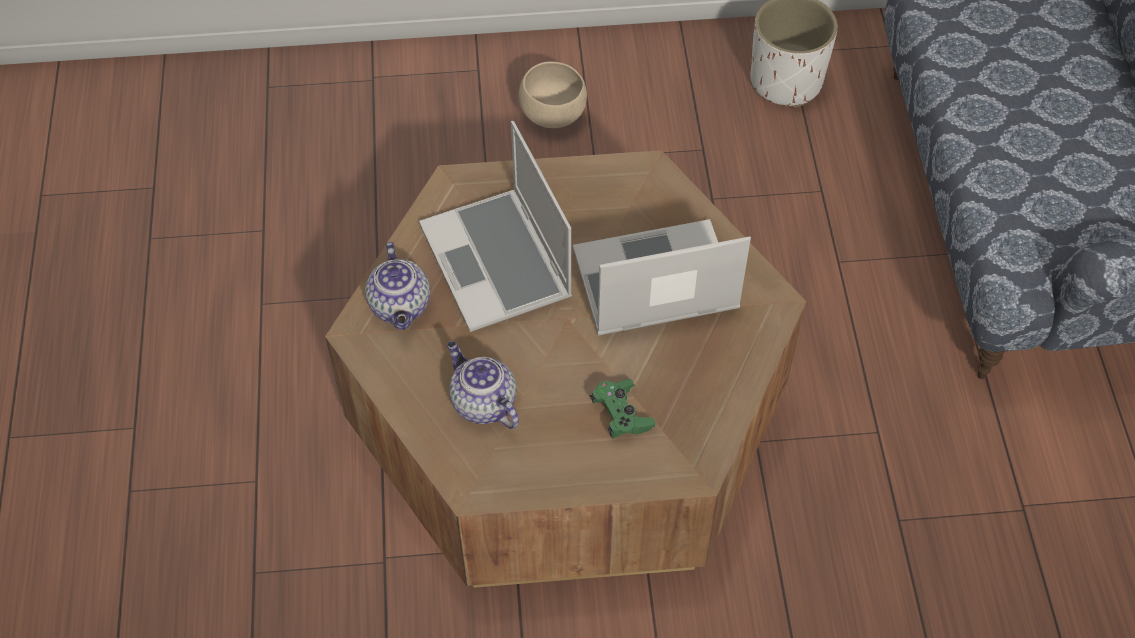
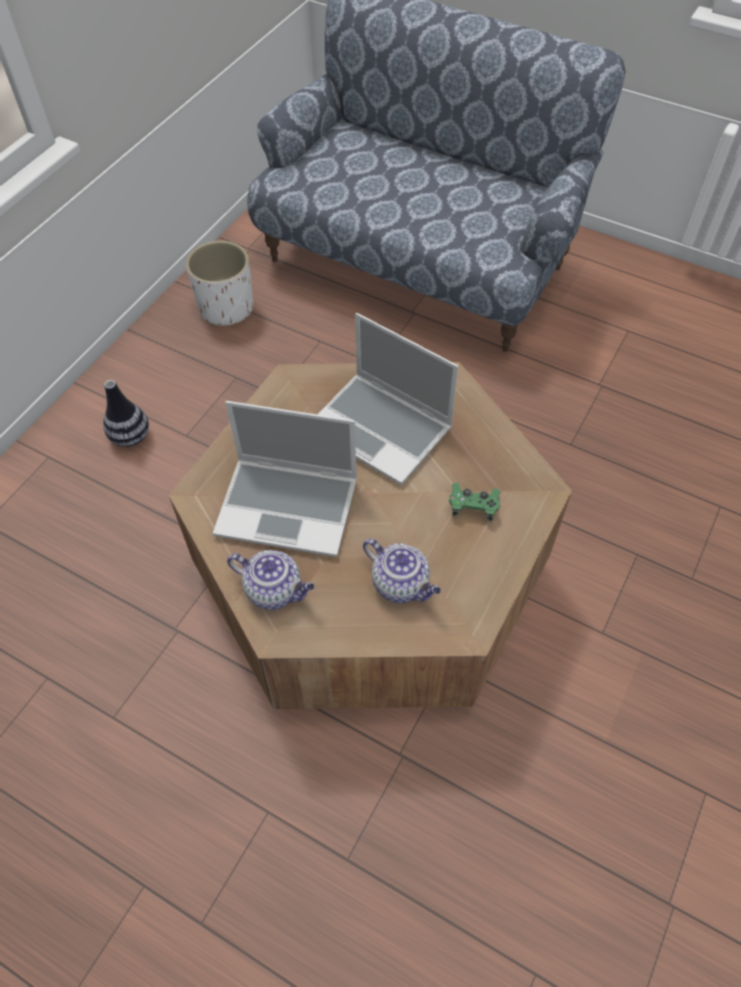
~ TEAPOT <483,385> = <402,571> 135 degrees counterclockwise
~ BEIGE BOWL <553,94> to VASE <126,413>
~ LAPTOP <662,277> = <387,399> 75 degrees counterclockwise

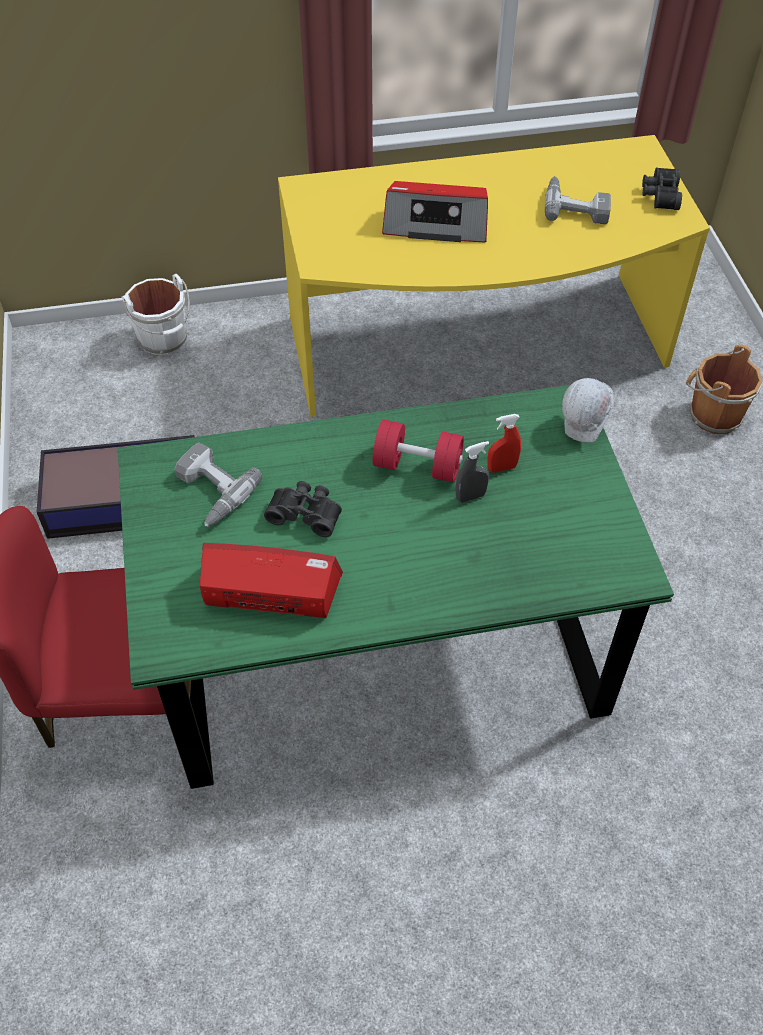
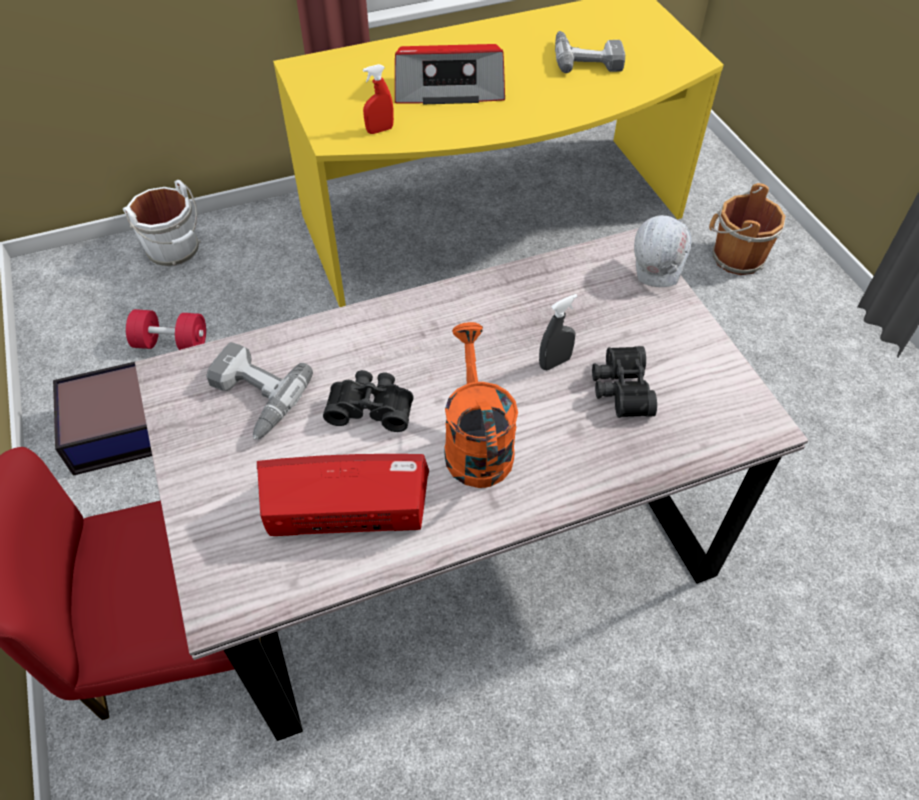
~ GREEN DINING TABLE <396,587> to GREY DINING TABLE <471,484>
~ RED DUMBBELL <418,451> to <166,329>
~ RED SPRAY BOTTLE <504,443> to <378,99>
~ BLACK BINOCULARS <662,188> to <624,382>
+ ORANGE WATERING CAN <481,405>

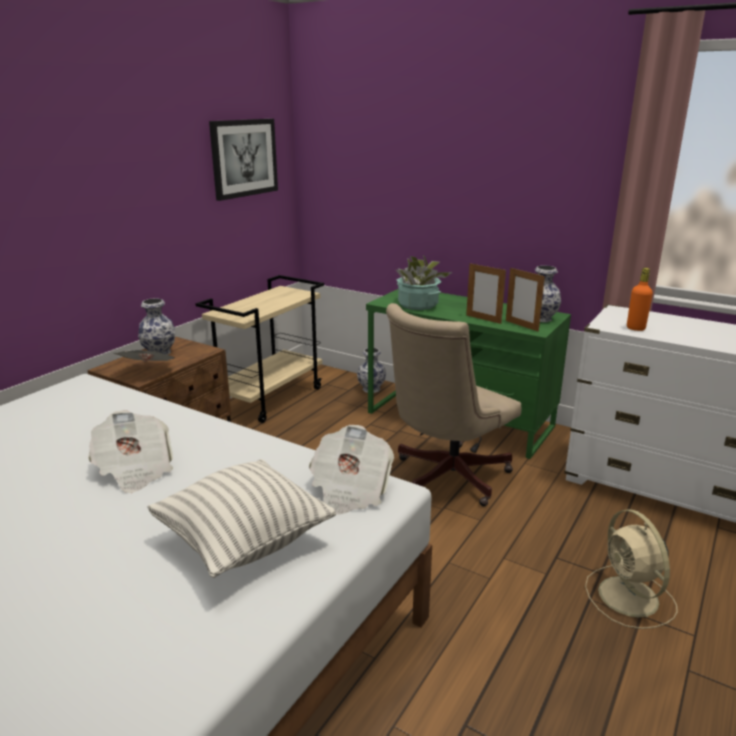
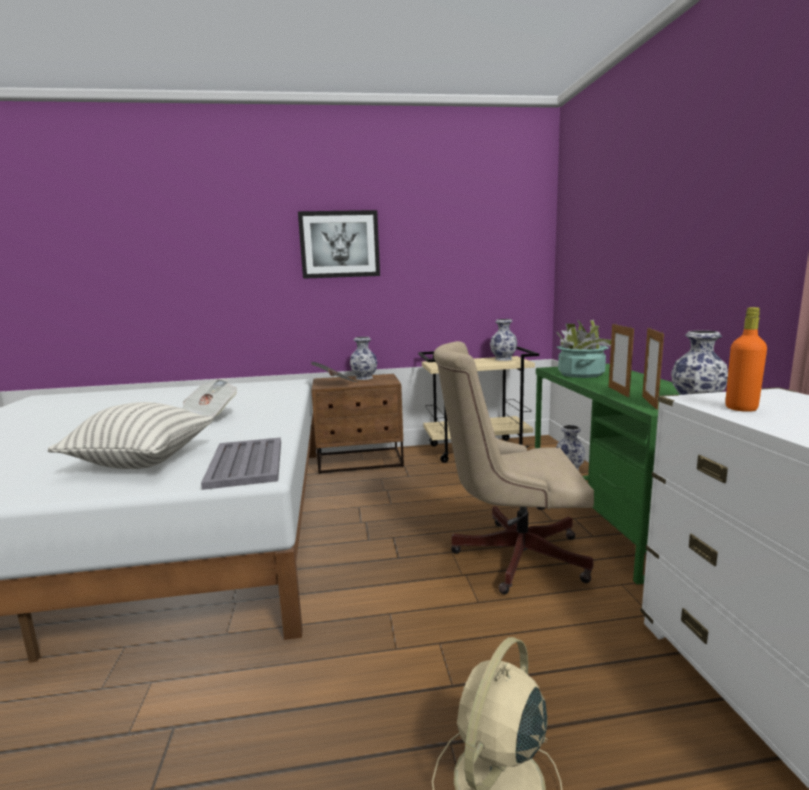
~ PICTURE <243,160> to <339,244>
~ NEWSPAPER <351,470> to GREY TRAY <241,463>
+ VASE <504,340>

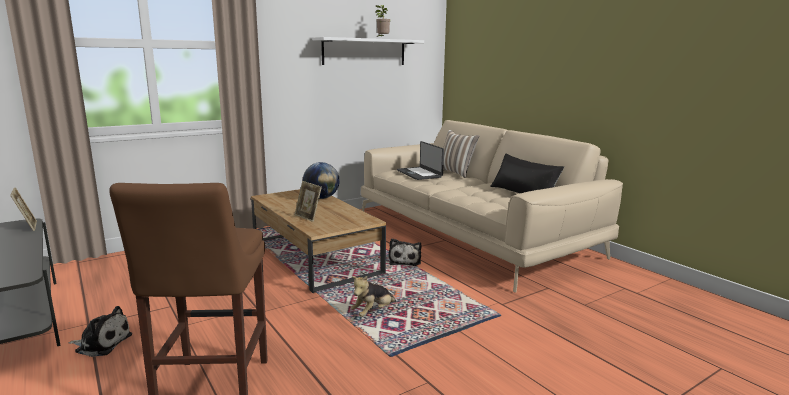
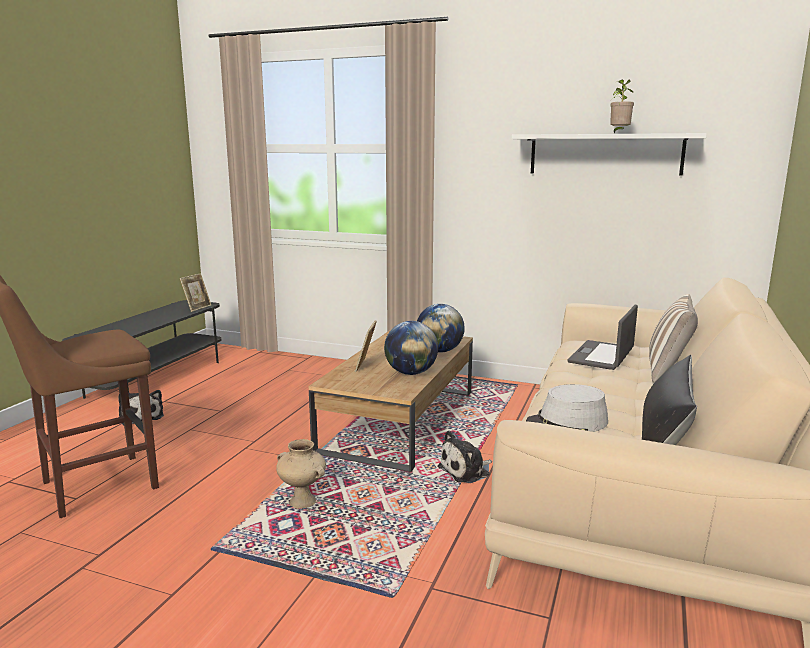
~ PLUSH TOY <373,296> to BEIGE VASE <301,473>
+ GLOBE <411,348>
+ GREY HAT <567,408>

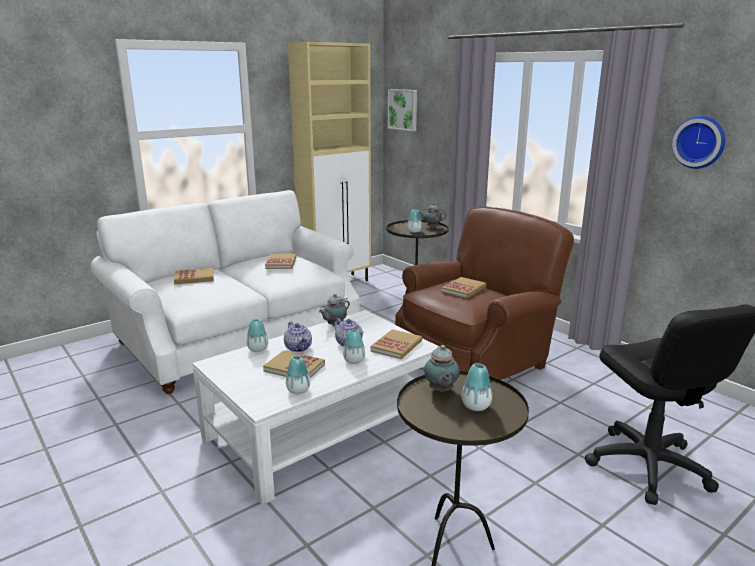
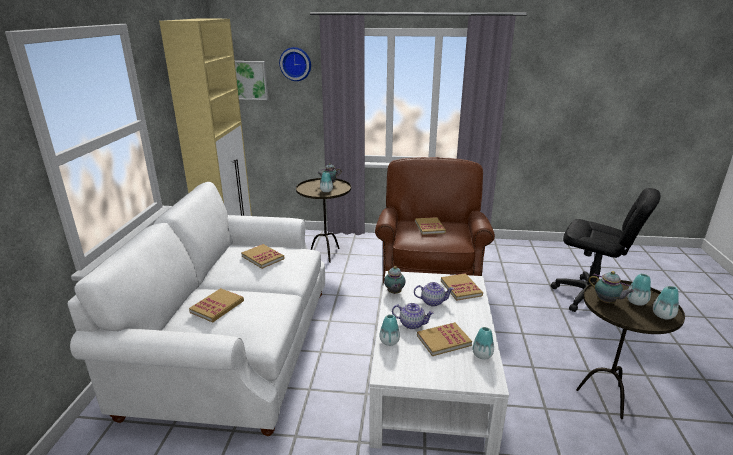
~ VASE <354,346> to <666,302>
~ WALL CLOCK <699,142> to <295,64>

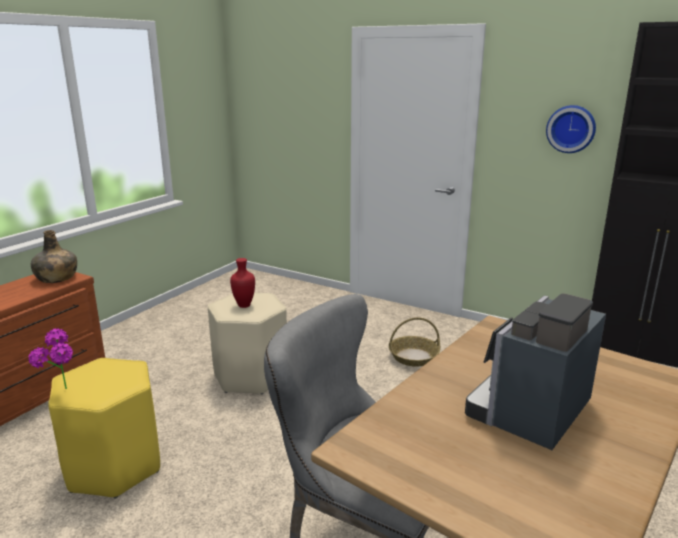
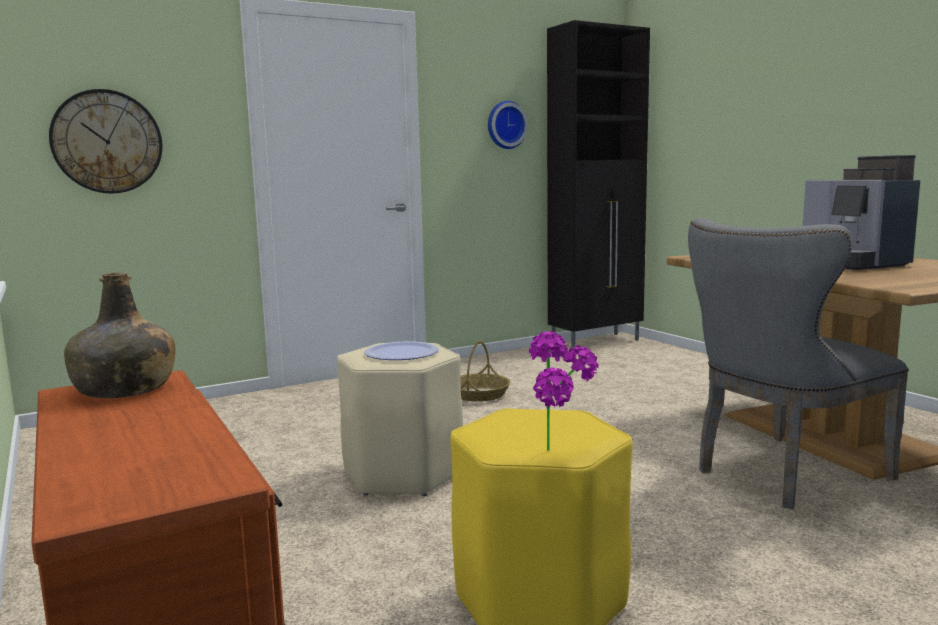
~ RED VASE <242,283> to PLATE <401,350>
+ WALL CLOCK <105,141>

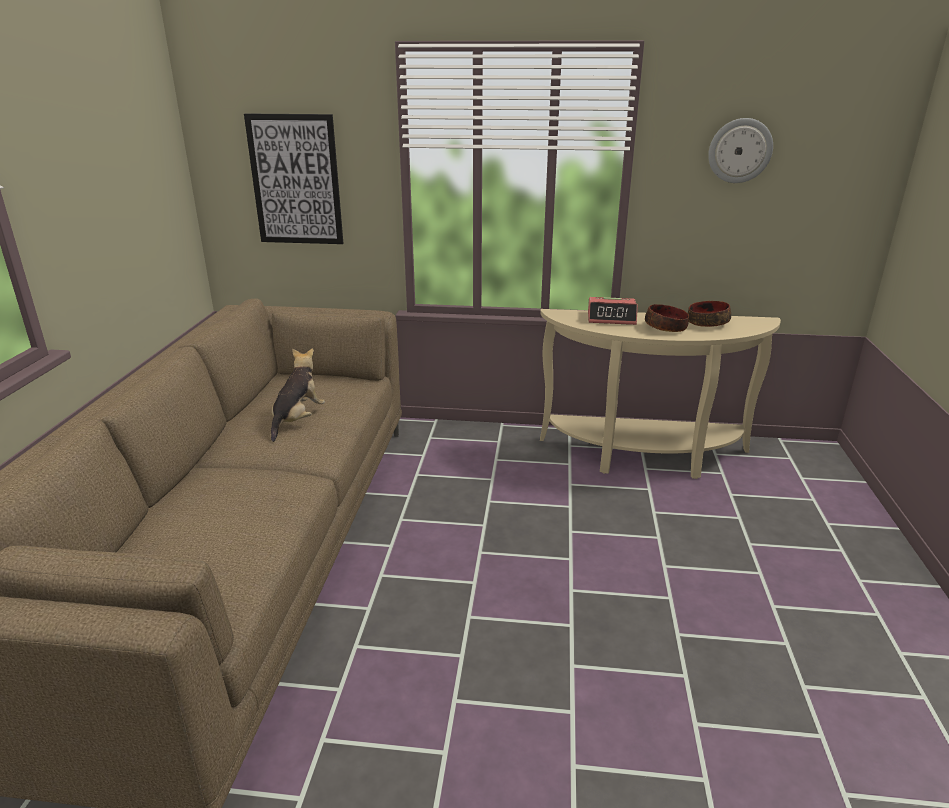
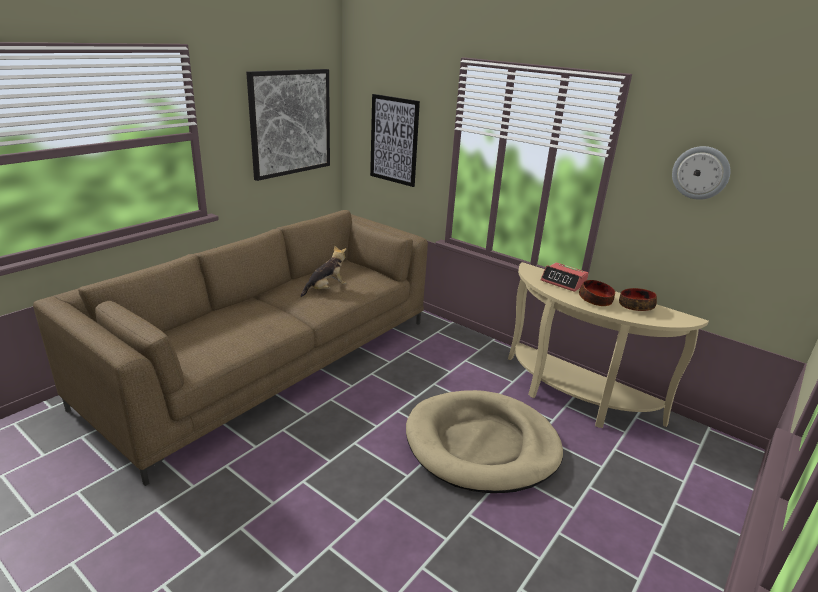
+ PICTURE <288,125>
+ BEIGE DOG BED <484,441>

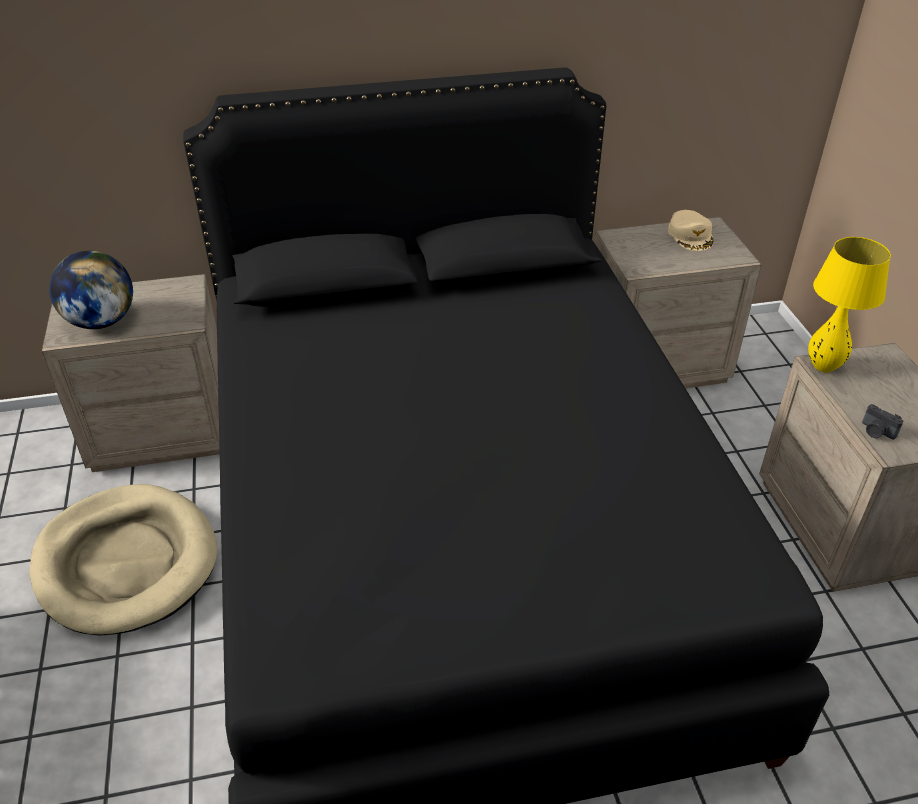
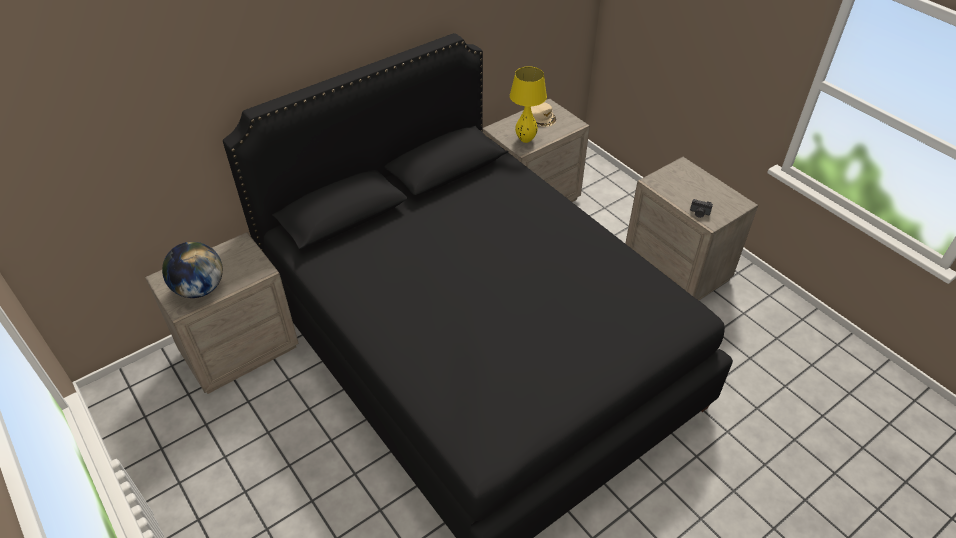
- BEIGE DOG BED <123,559>
~ YELLOW TABLE LAMP <849,304> to <528,104>

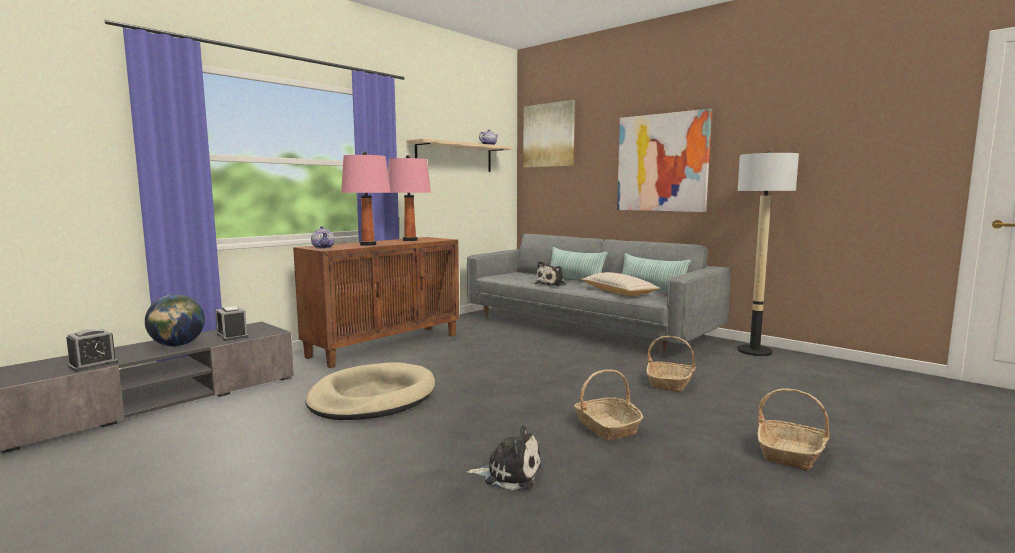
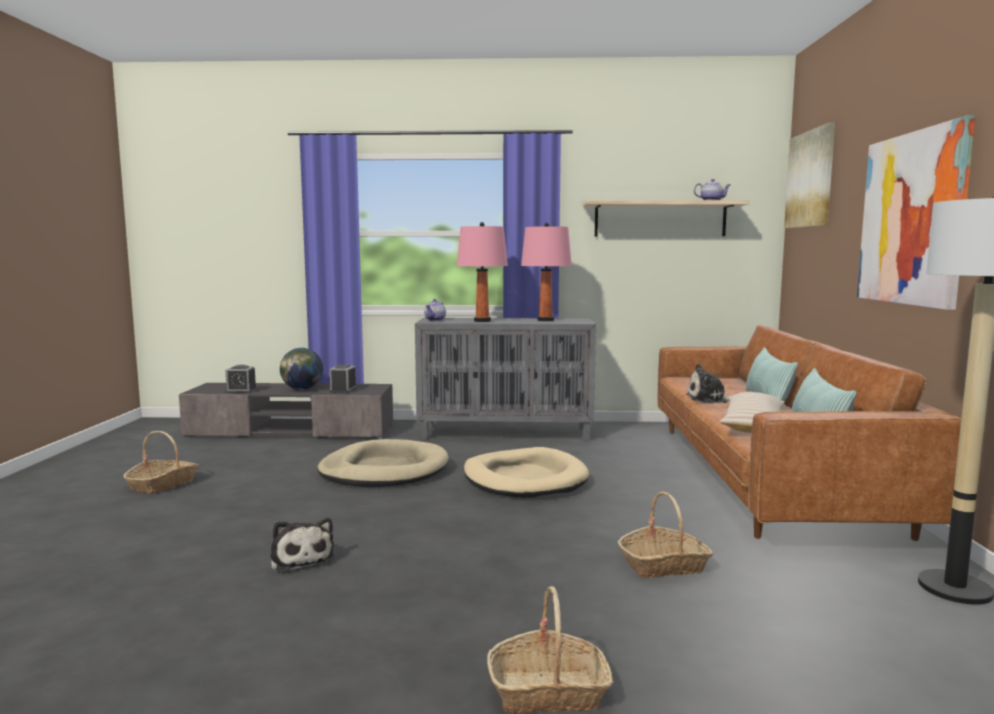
~ BROWN CABINET <376,302> to GREY CABINET <505,379>
~ GREY SOFA <599,295> to BROWN SOFA <809,433>
~ BASKET <609,405> to <161,462>
+ BEIGE DOG BED <526,472>

